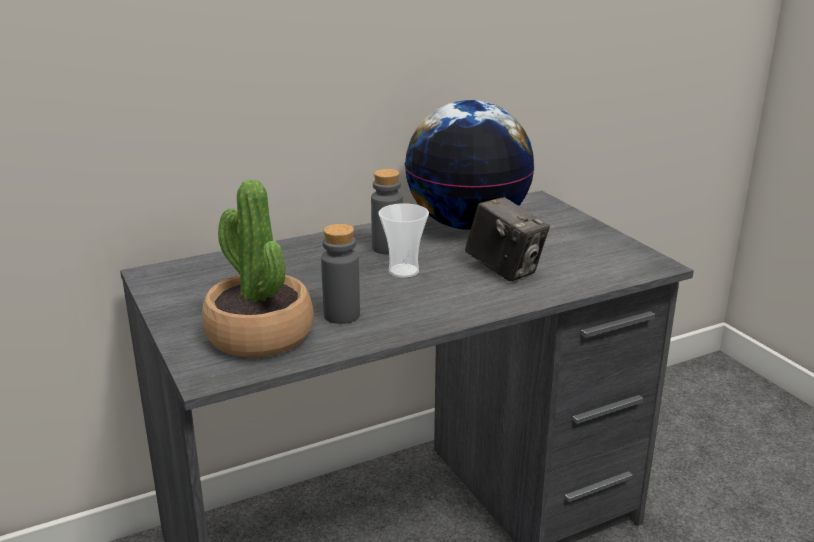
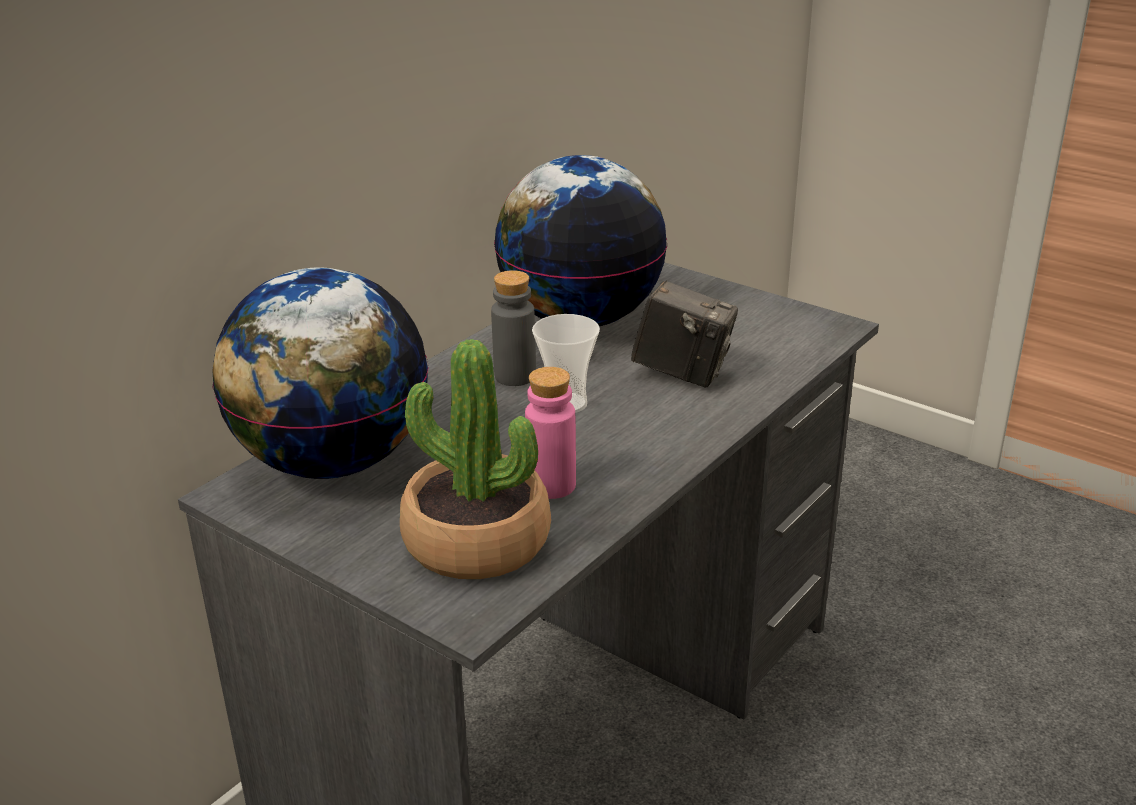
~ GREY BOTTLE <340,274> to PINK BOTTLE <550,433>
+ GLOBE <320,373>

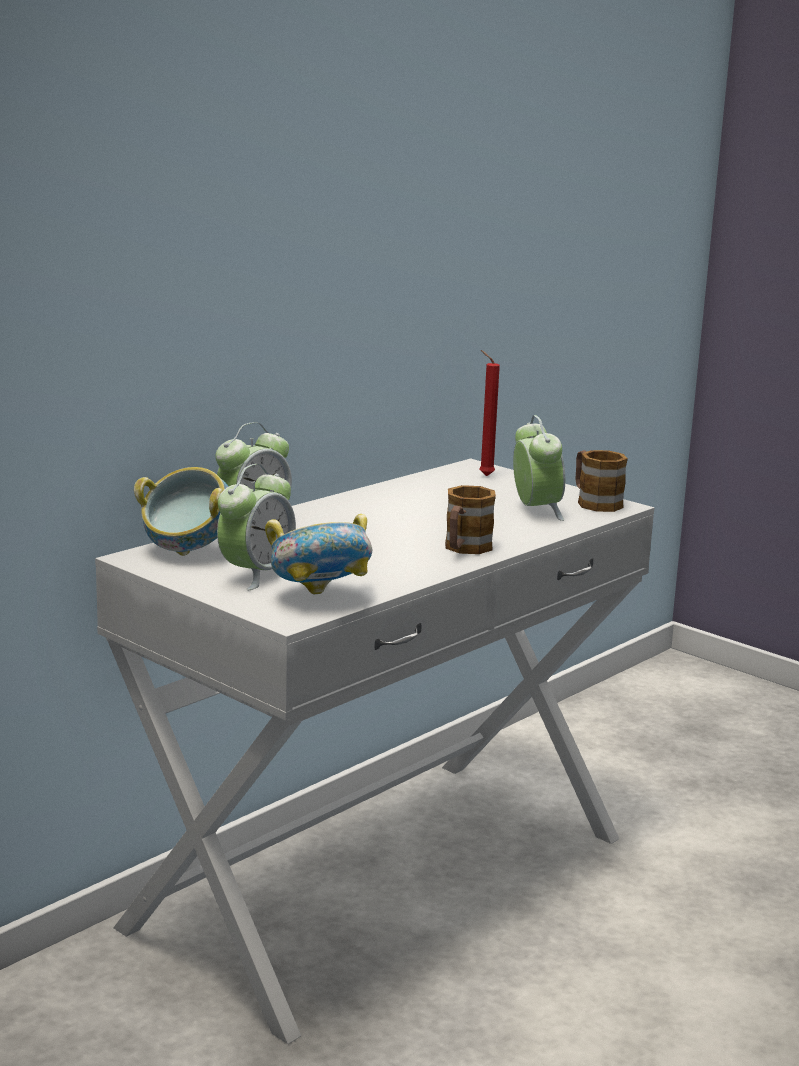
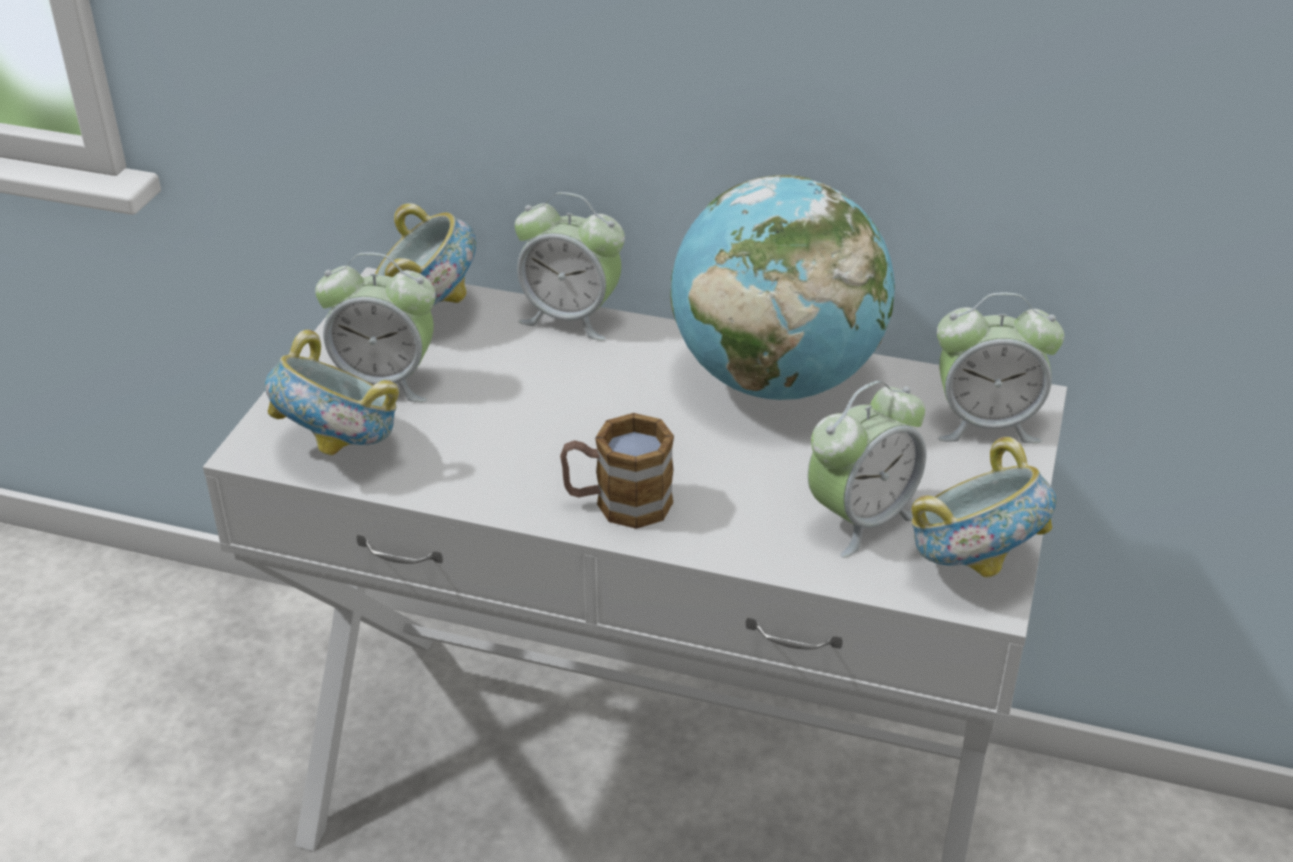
~ RED CANDLE <489,413> to ALARM CLOCK <1000,367>
~ MUG <602,481> to BOWL <983,507>
+ GLOBE <782,287>

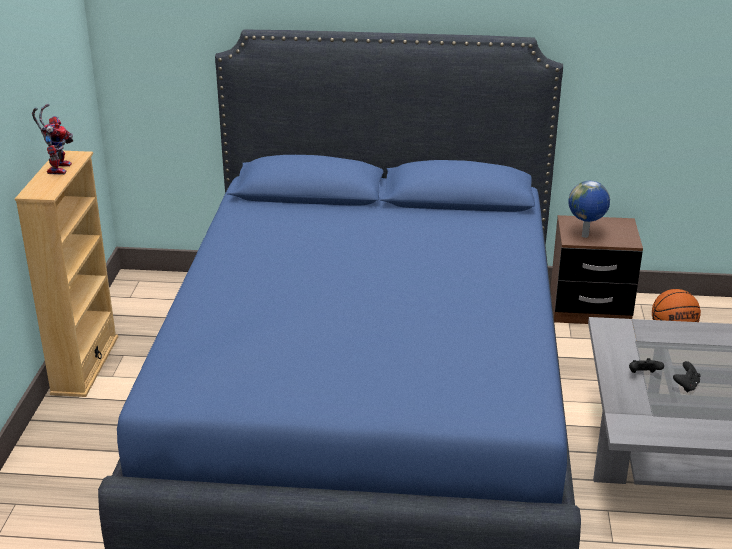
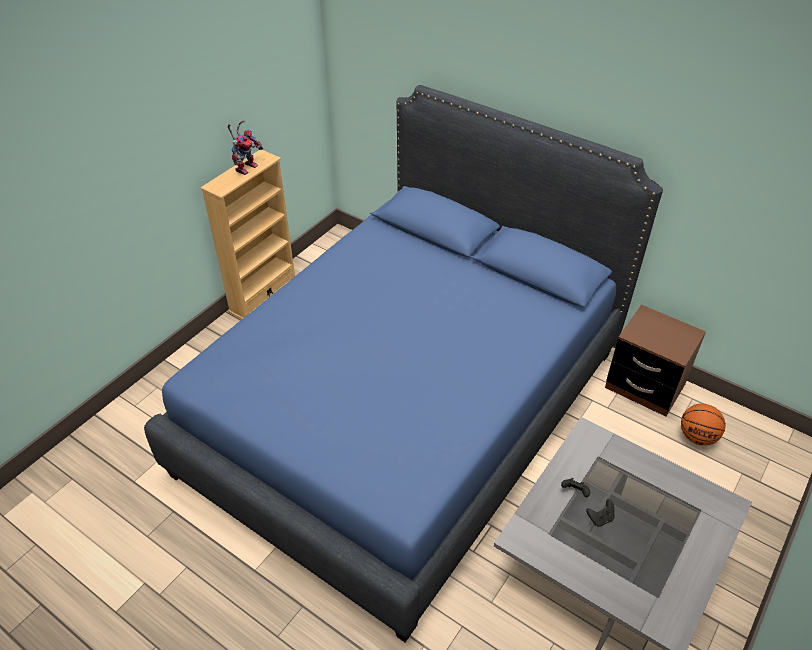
- GLOBE <589,209>

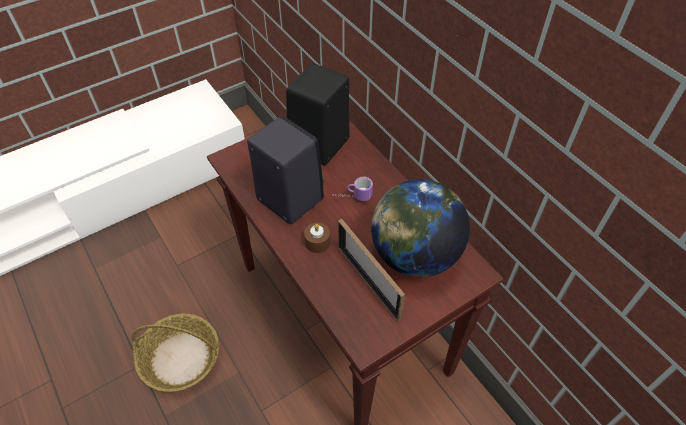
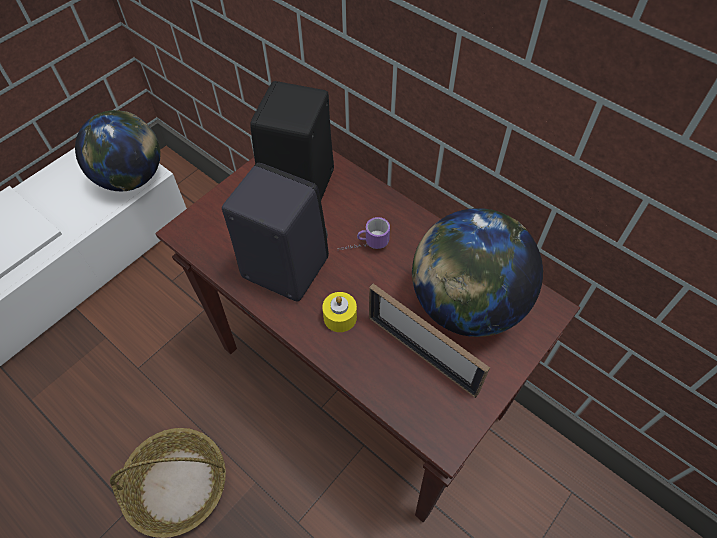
~ BROWN CANDLE <317,238> to YELLOW CANDLE <339,312>
+ GLOBE <118,150>

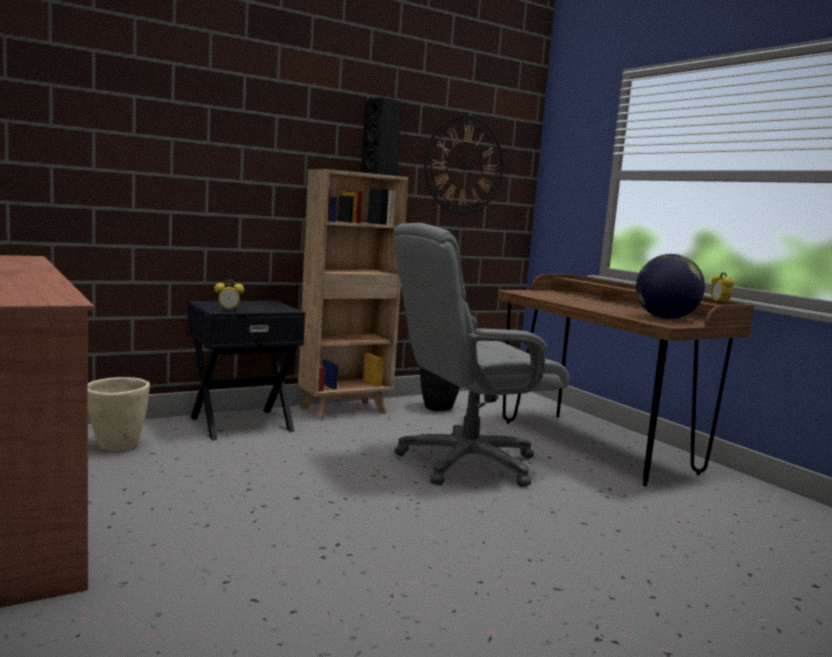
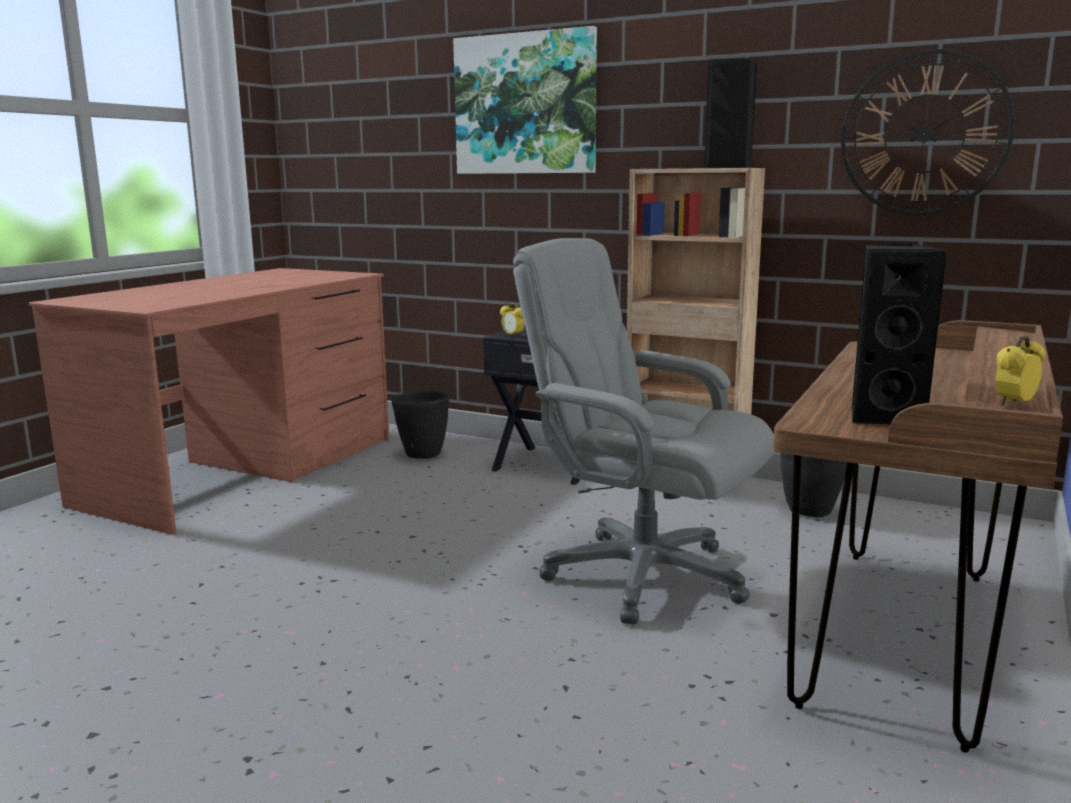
~ BEIGE PLANTER <119,414> to BLACK PLANTER <420,424>
~ GLOBE <670,286> to BLACK SPEAKER <899,334>
+ PICTURE <525,100>

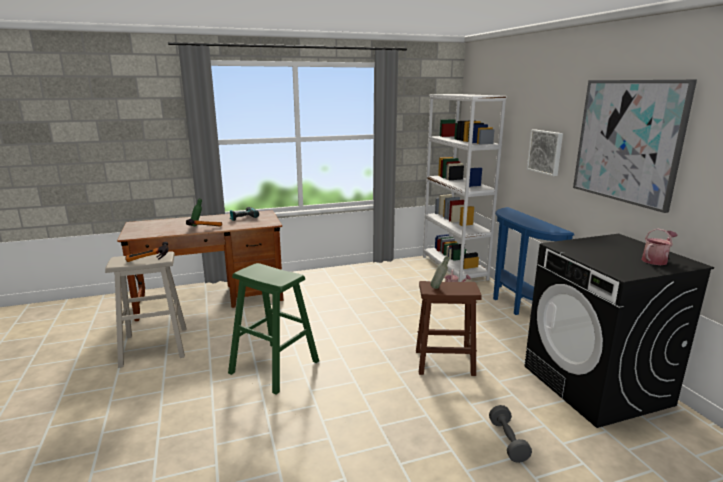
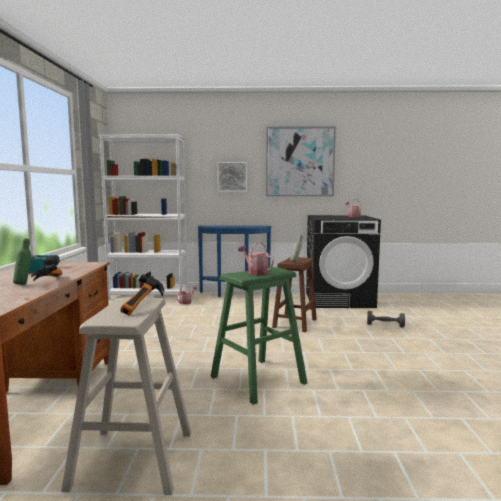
+ WATERING CAN <256,258>

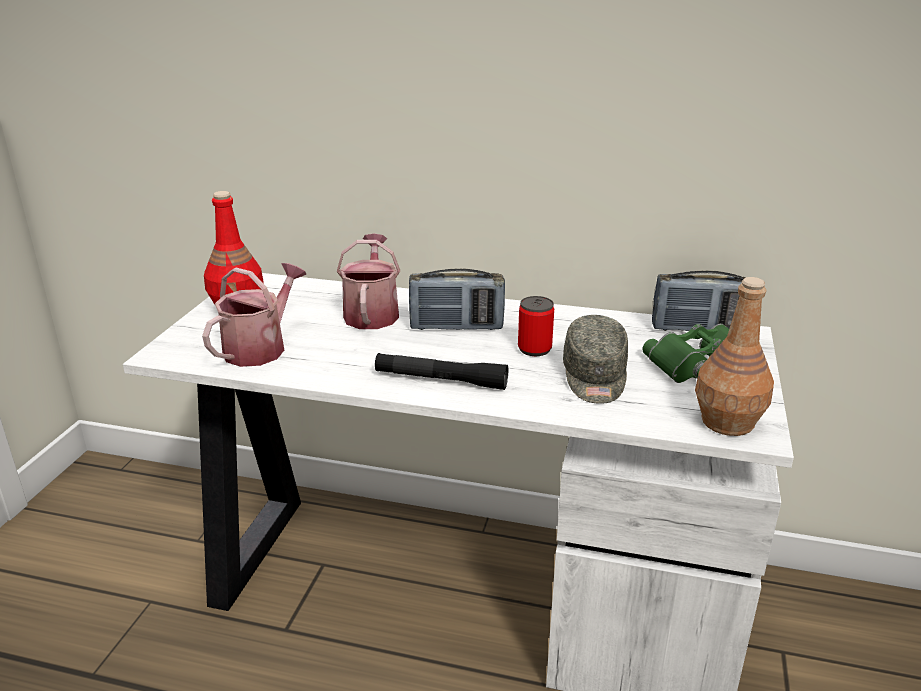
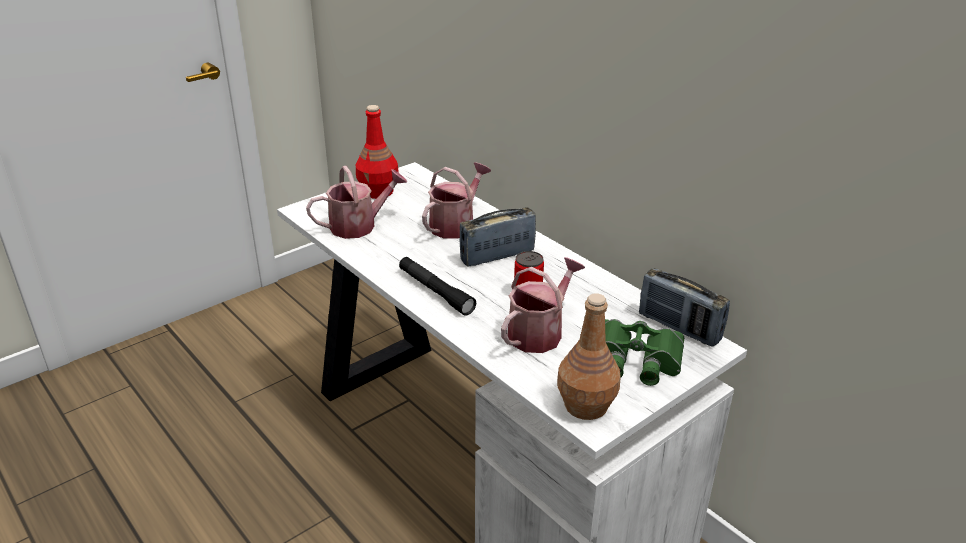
~ RADIO <457,299> = <498,237> 120 degrees clockwise
~ GREY CAP <595,359> to WATERING CAN <543,305>

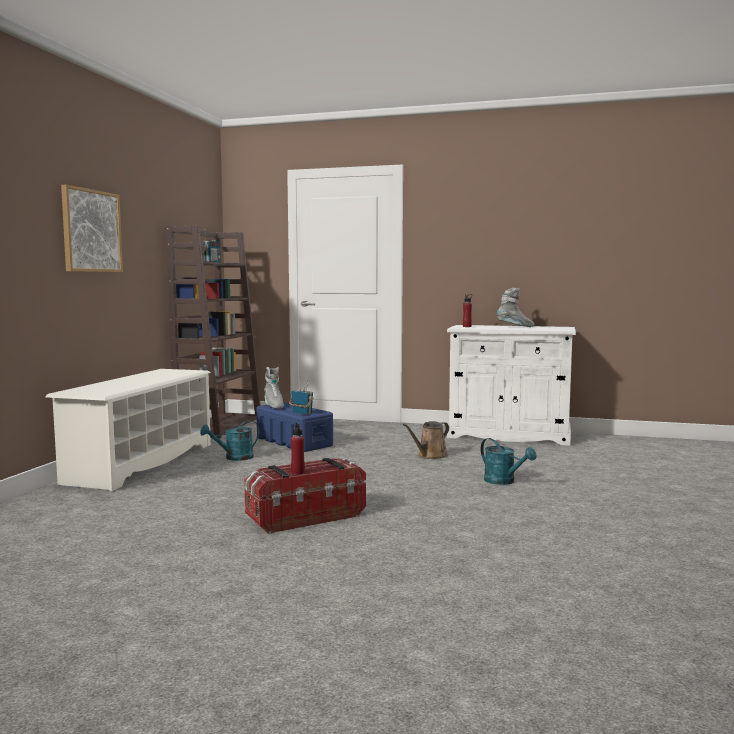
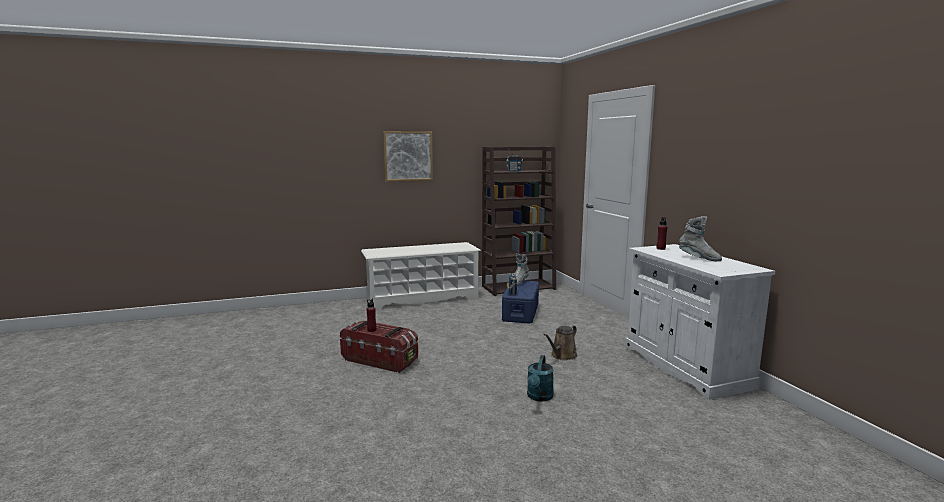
- TURQUOISE WATERING CAN <229,441>
~ BROWN WATERING CAN <426,440> = <560,342> 60 degrees counterclockwise

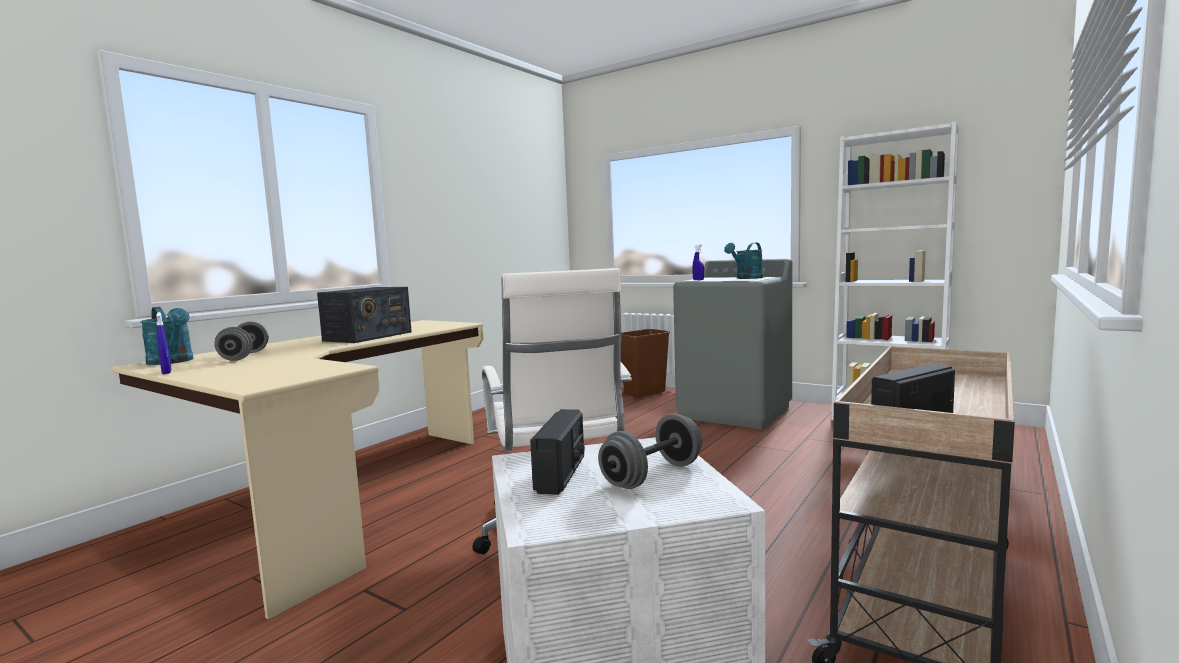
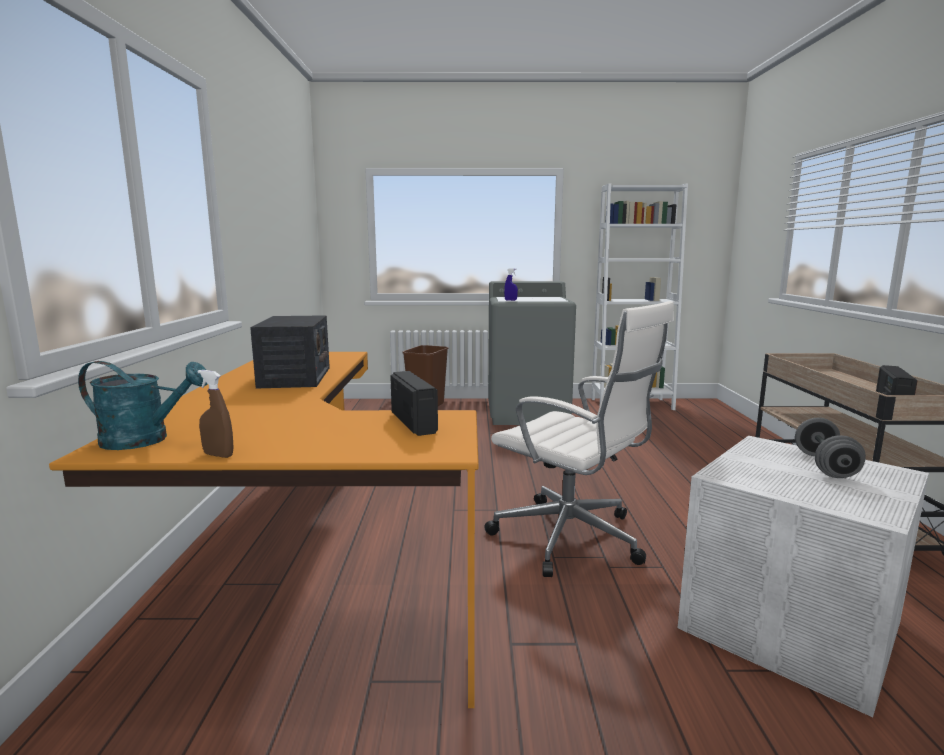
~ BEIGE DESK <296,469> to ORANGE DESK <264,530>
~ BLUE SPRAY BOTTLE <164,343> to BROWN SPRAY BOTTLE <216,414>
- GREY DUMBBELL <241,341>
~ RADIO <557,452> to <414,403>
- TURQUOISE WATERING CAN <743,260>

